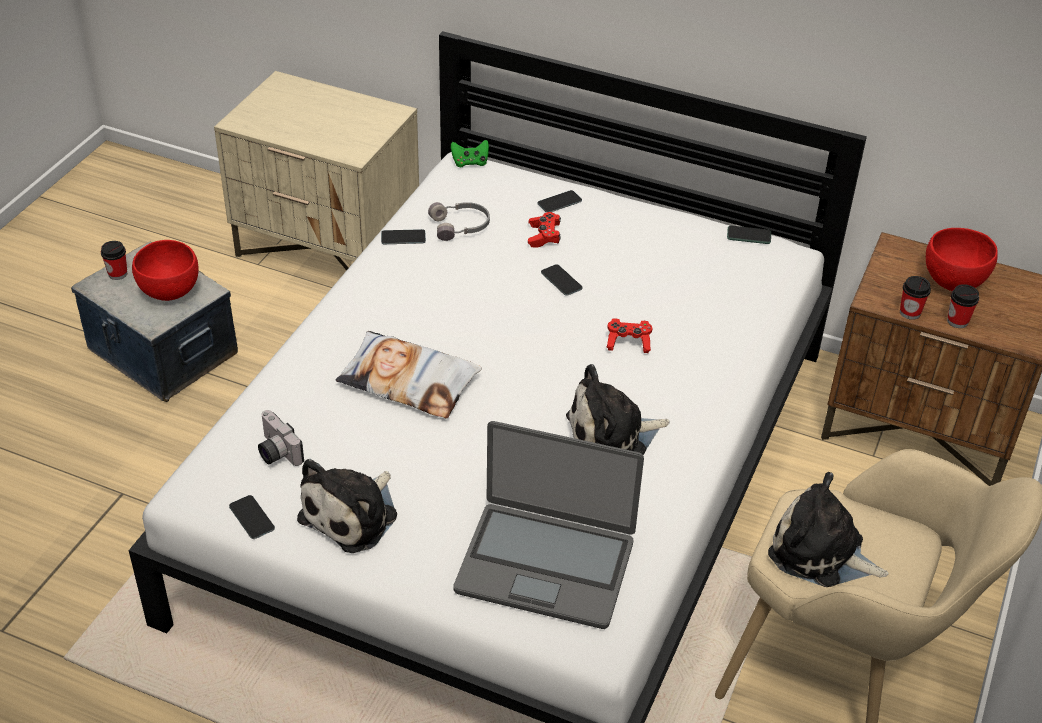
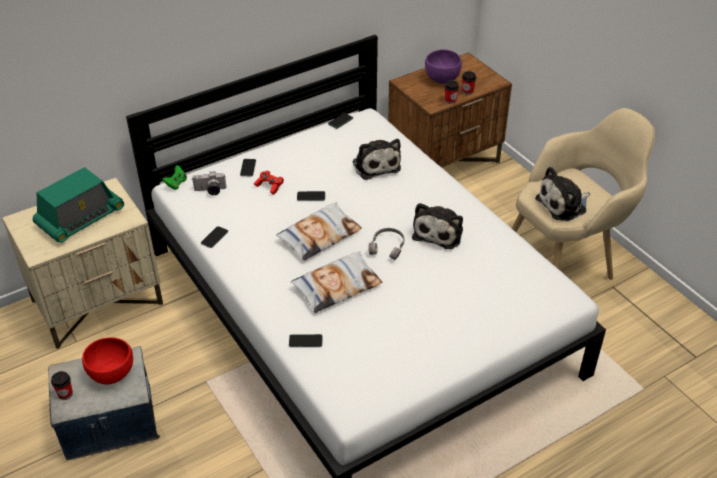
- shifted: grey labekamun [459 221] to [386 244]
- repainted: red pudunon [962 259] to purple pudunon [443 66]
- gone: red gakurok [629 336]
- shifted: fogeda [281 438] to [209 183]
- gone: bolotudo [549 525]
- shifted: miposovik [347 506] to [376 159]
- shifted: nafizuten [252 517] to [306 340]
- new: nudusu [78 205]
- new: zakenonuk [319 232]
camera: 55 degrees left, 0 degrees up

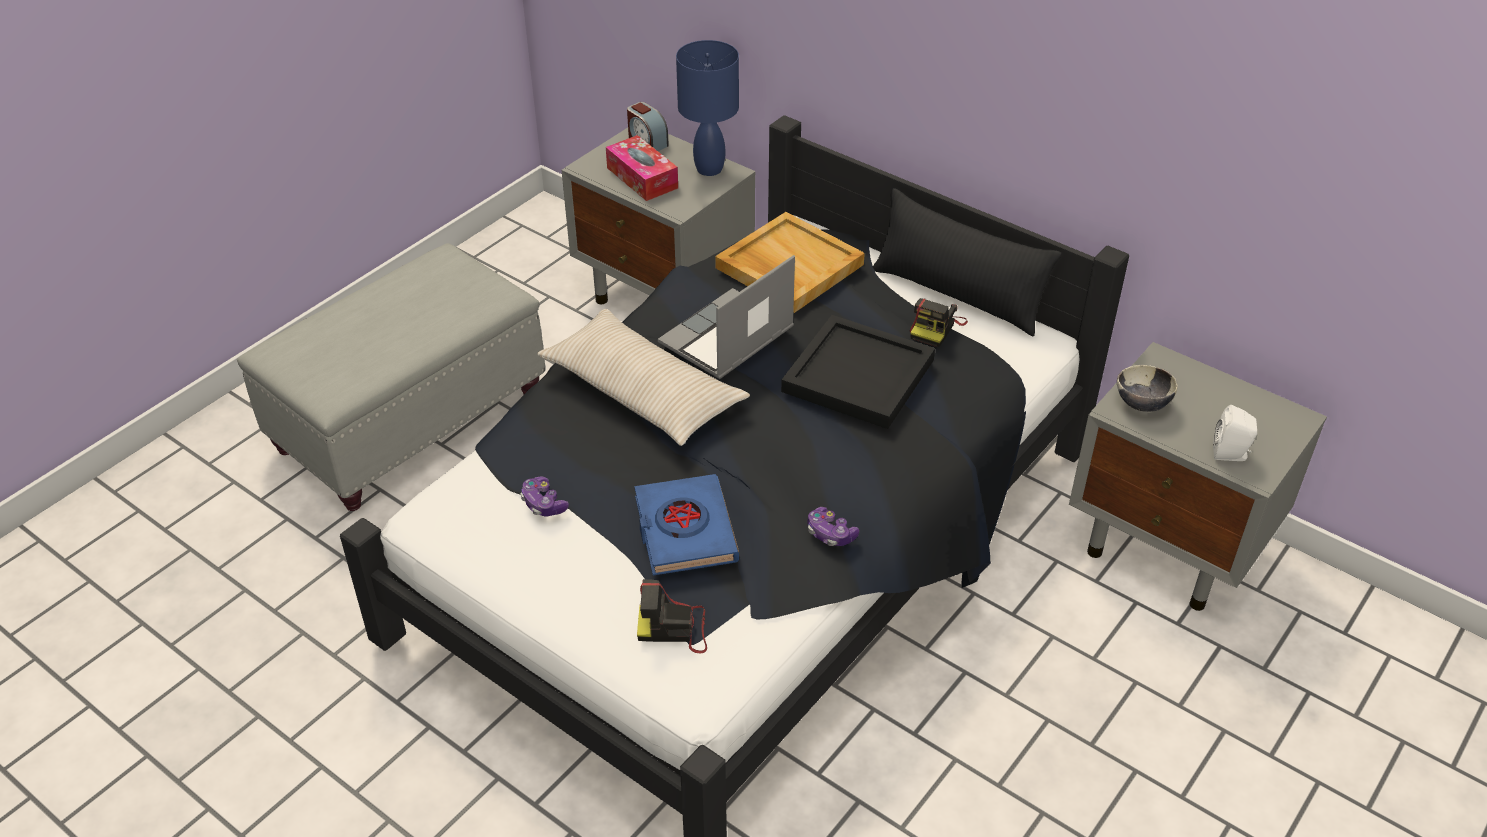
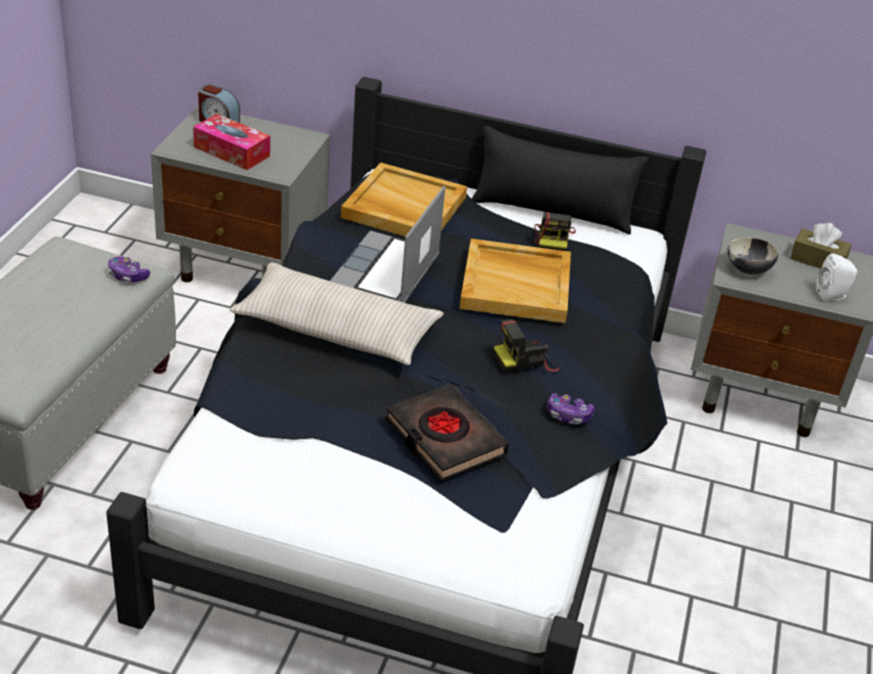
- gone: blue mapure [707 108]
- repainted: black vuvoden [858 372] to beige vuvoden [515 281]
- repainted: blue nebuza [686 524] to black nebuza [447 432]
- shifted: gakurok [544 496] to [129 269]
- shifted: fogeda [672 616] to [526 345]
- new: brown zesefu [821 246]
camera: 25 degrees left, 5 degrees down

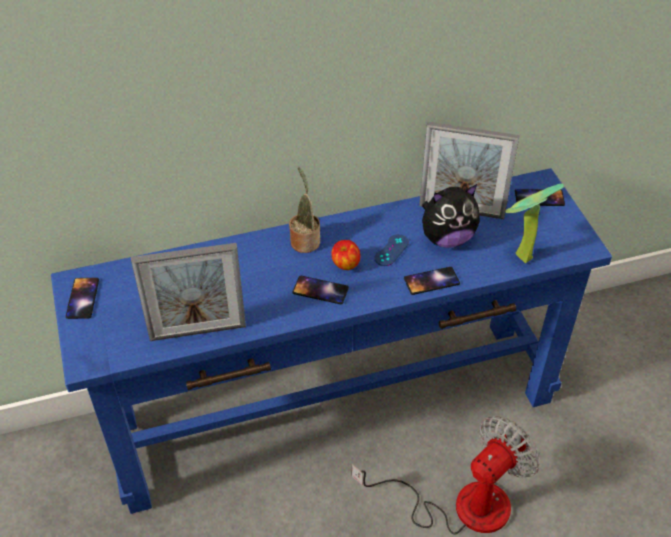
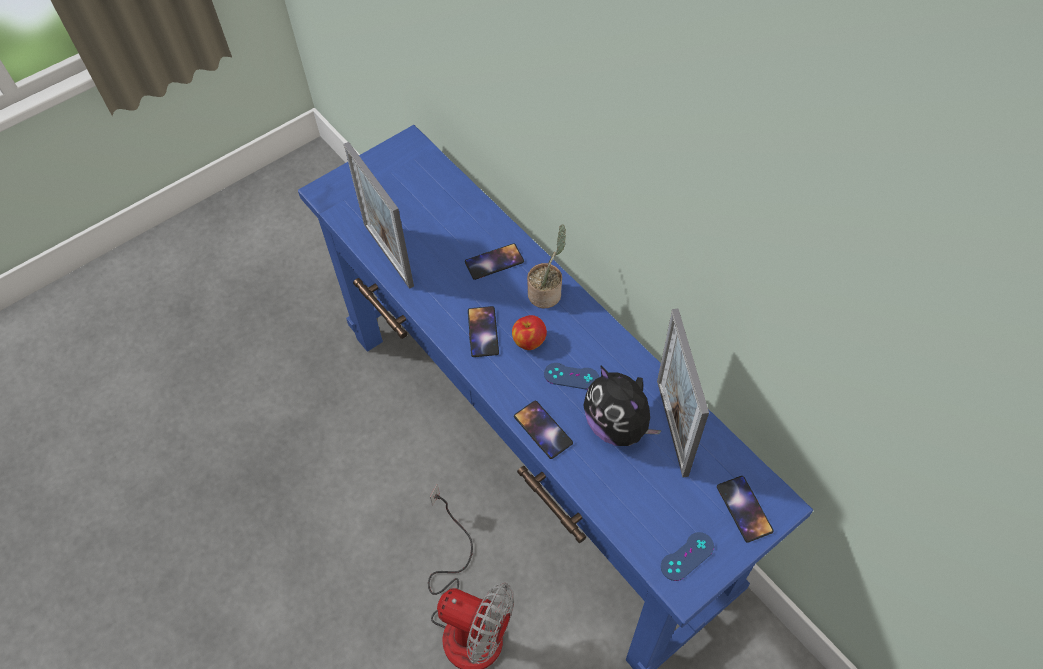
- gone: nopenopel [534 223]
- shifted: nafizuten [82 298] to [494 261]
- new: blue gakurok [687 556]
camera: 70 degrees right, 10 degrees up

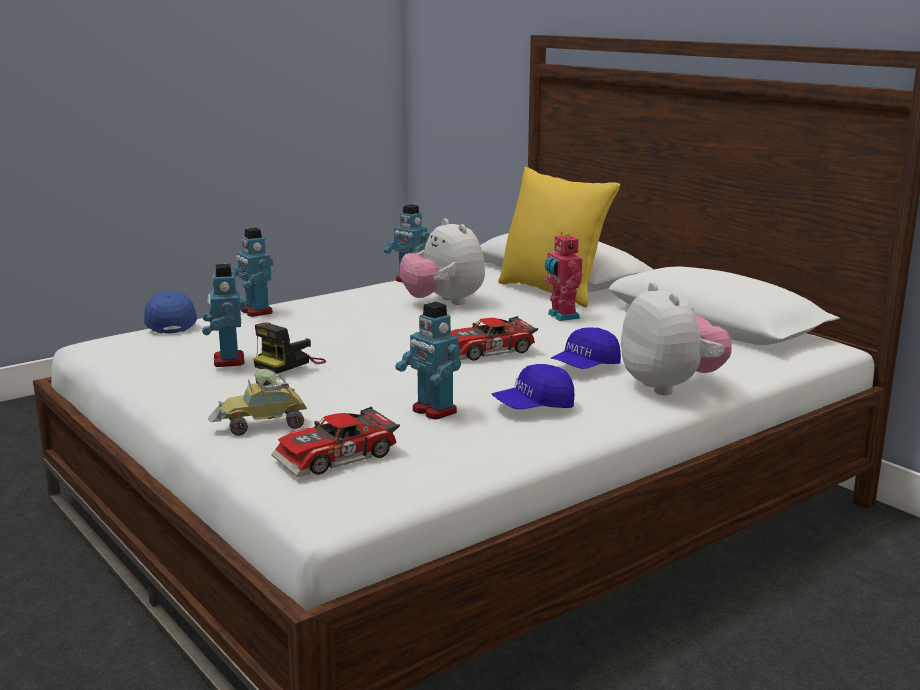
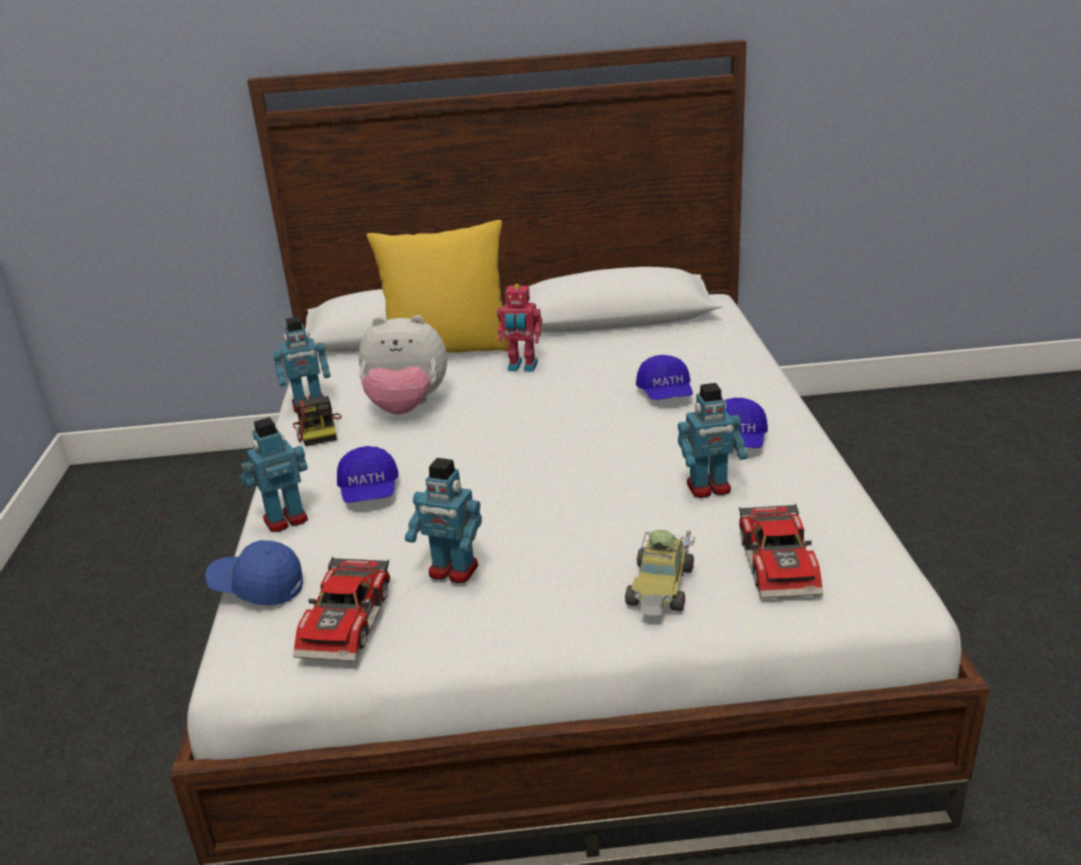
- rotated: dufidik [253 272] = [274 474] 150 degrees clockwise
- gone: miposovik [676 338]
- shifted: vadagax [494 338] to [341 609]
- shifted: fogeda [289 348] to [317 421]
- new: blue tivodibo [368 474]
camera: 55 degrees left, 10 degrees up

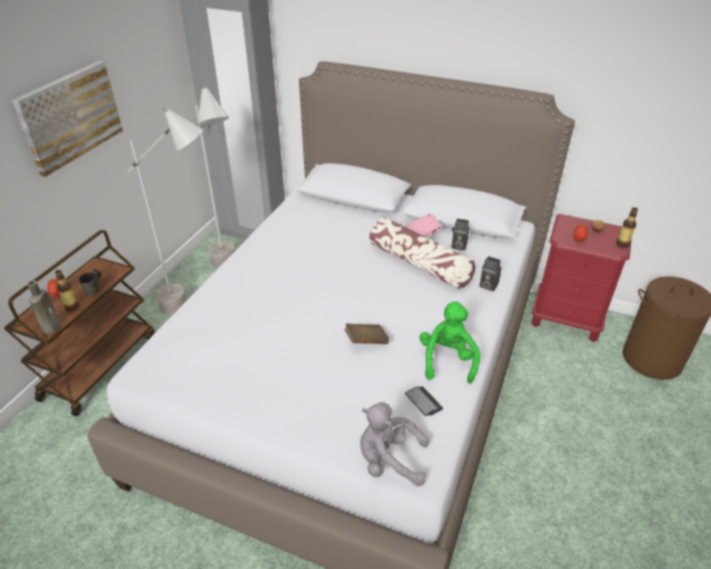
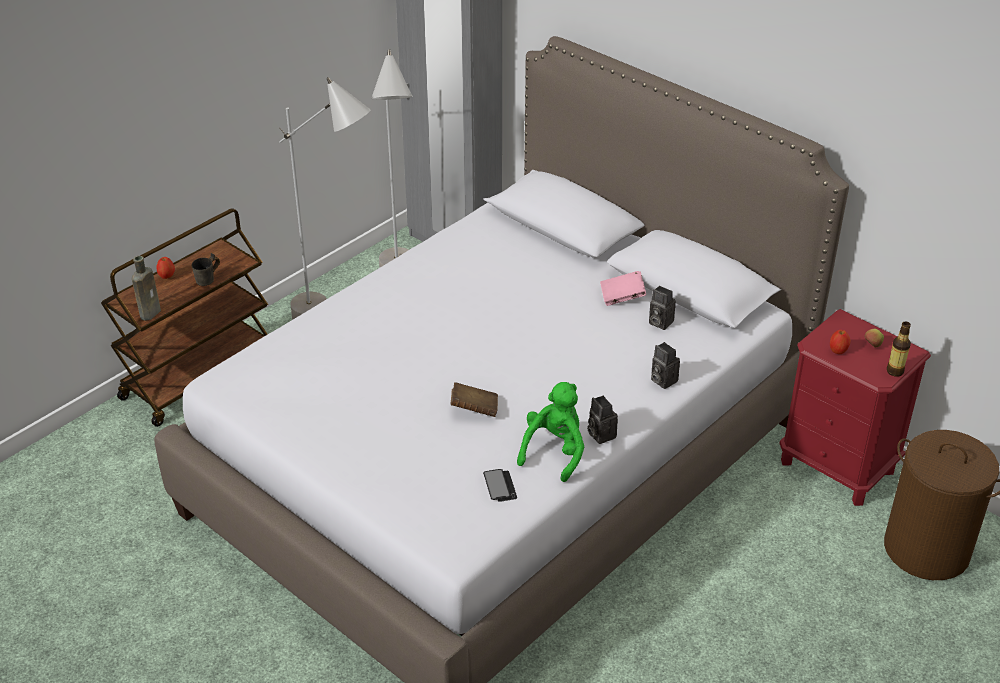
- gone: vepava [67 119]
- gone: zakenonuk [422 253]
- gone: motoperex [67 291]
- gone: grey miposovik [395 444]
- new: fogeda [602 419]
camera: 20 degrees right, 0 degrees up

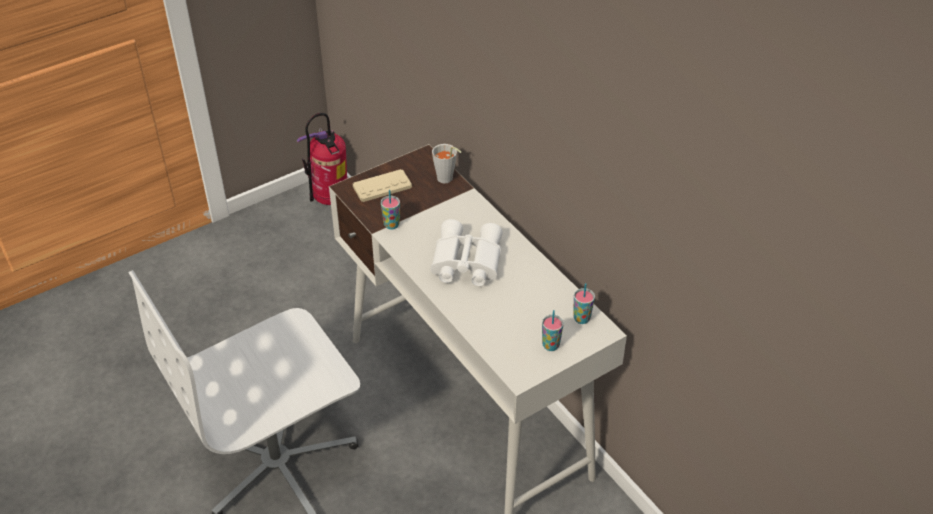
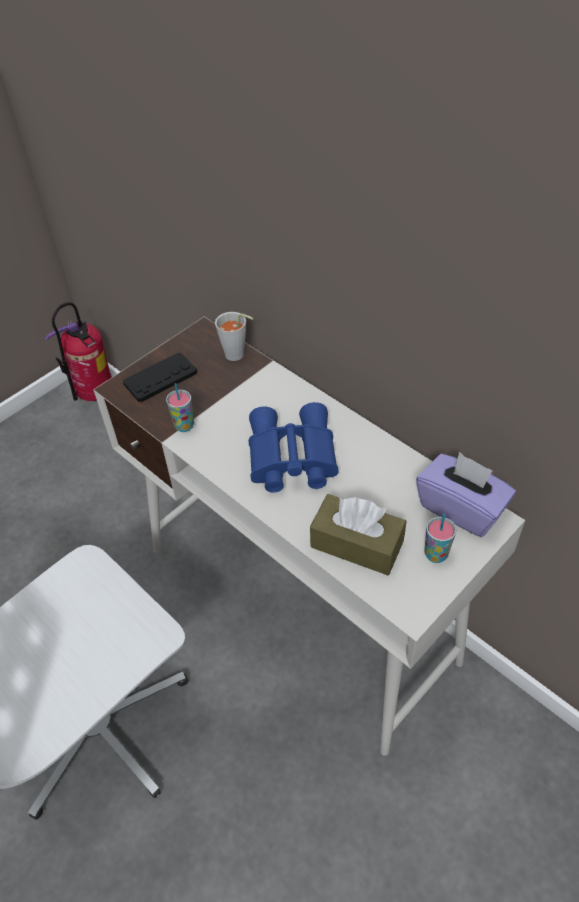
- repainted: beige gakurok [382 185] to black gakurok [160 377]
- repainted: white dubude [466 252] to blue dubude [293 447]
- swapped: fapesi [584 303] to purple zesefu [466 494]
- new: brown zesefu [358 534]
camera: 10 degrees left, 5 degrees up

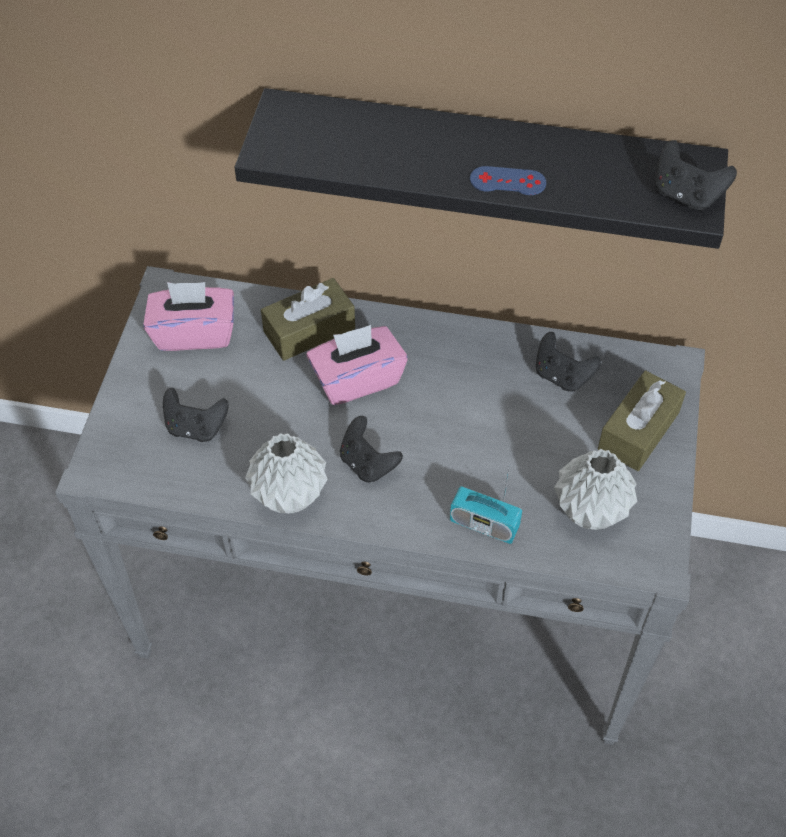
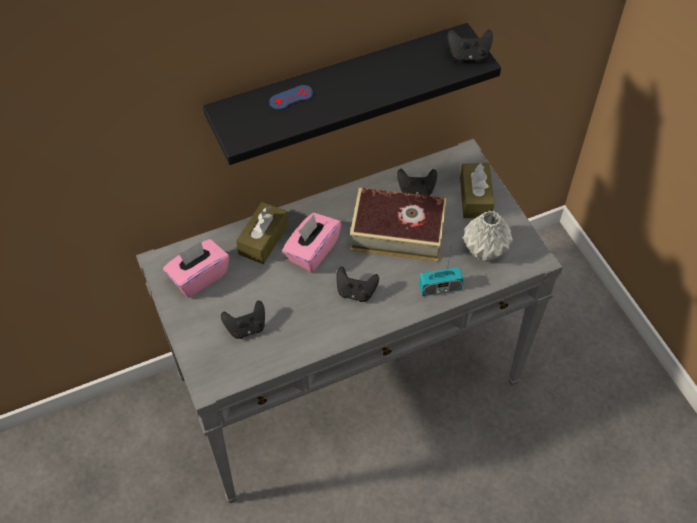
- shifted: blue gakurok [508 180] to [291 97]
- gone: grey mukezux [286 473]
- new: nebuza [398 224]
camera: 35 degrees left, 0 degrees up

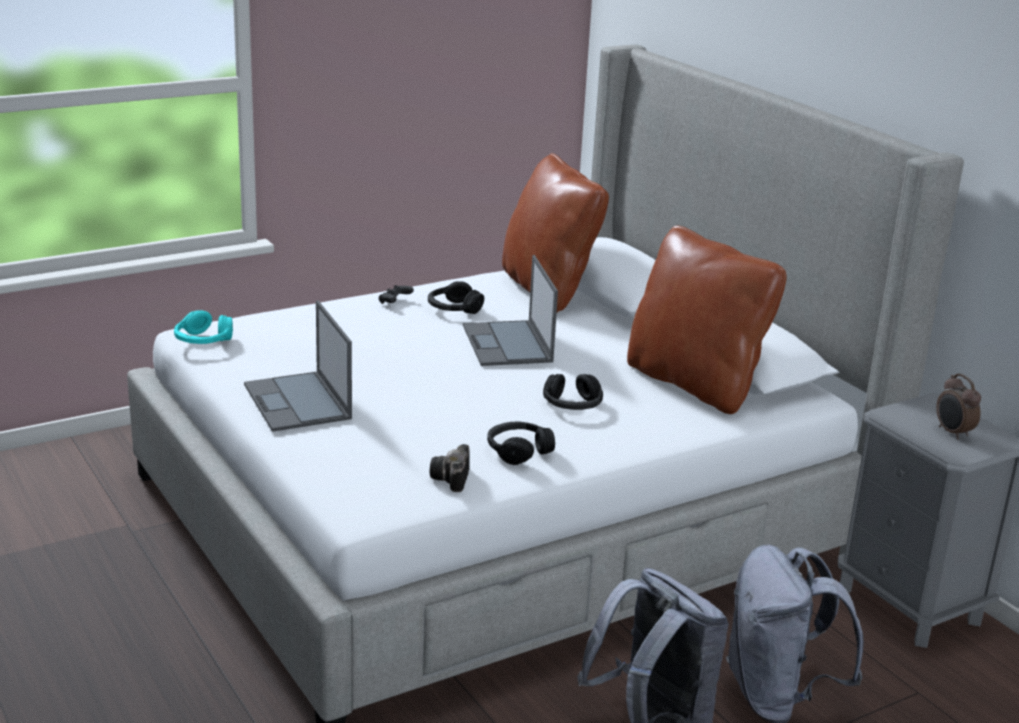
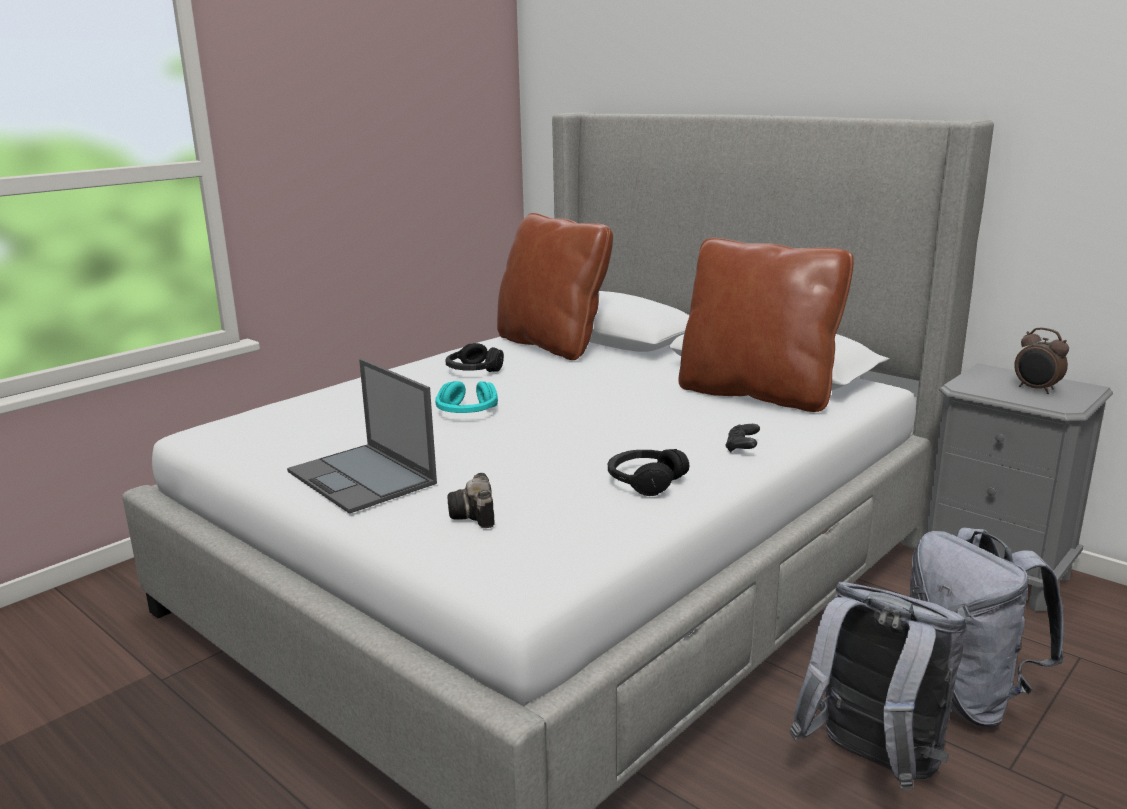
- gone: bolotudo [510 310]
- shifted: black gakurok [396 294] to [742 438]
- shifted: turquoise labekamun [203 327] to [466 397]
- gone: black labekamun [573 392]
- shifted: fogeda [450 468] to [471 500]
camera: 15 degrees left, 5 degrees down

